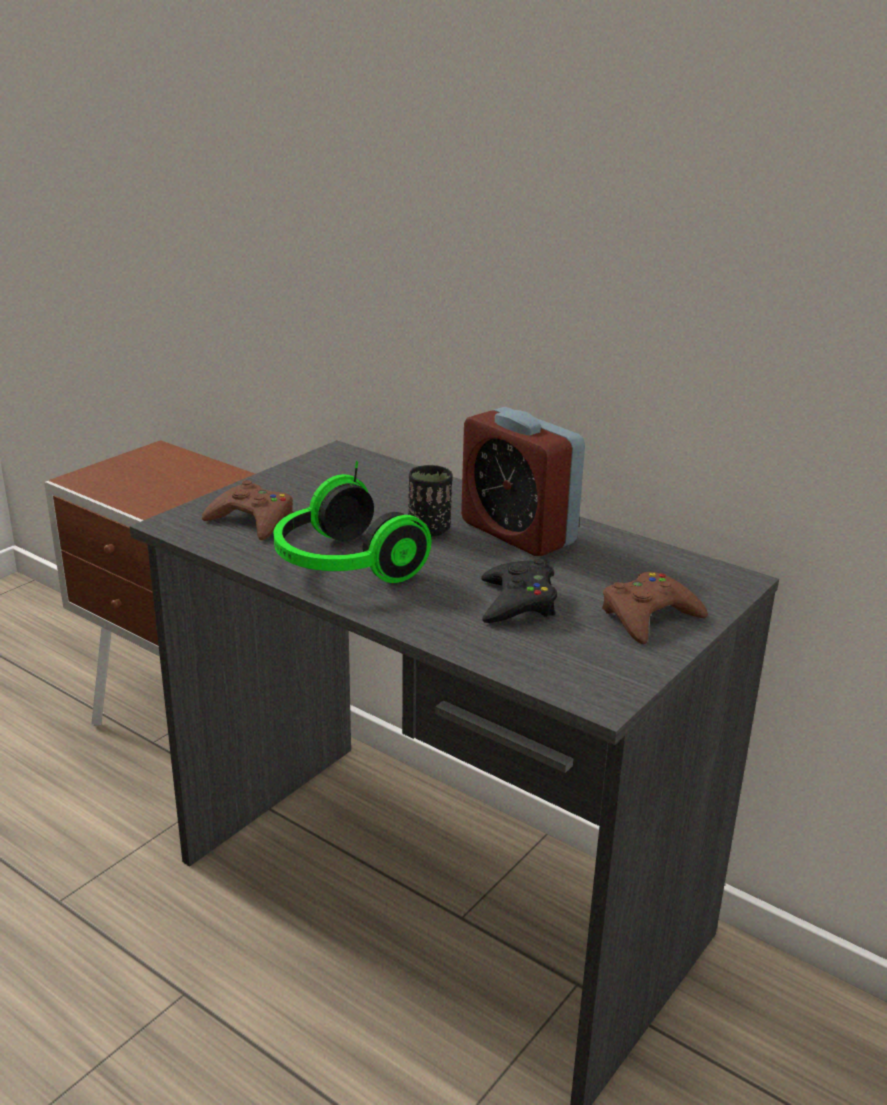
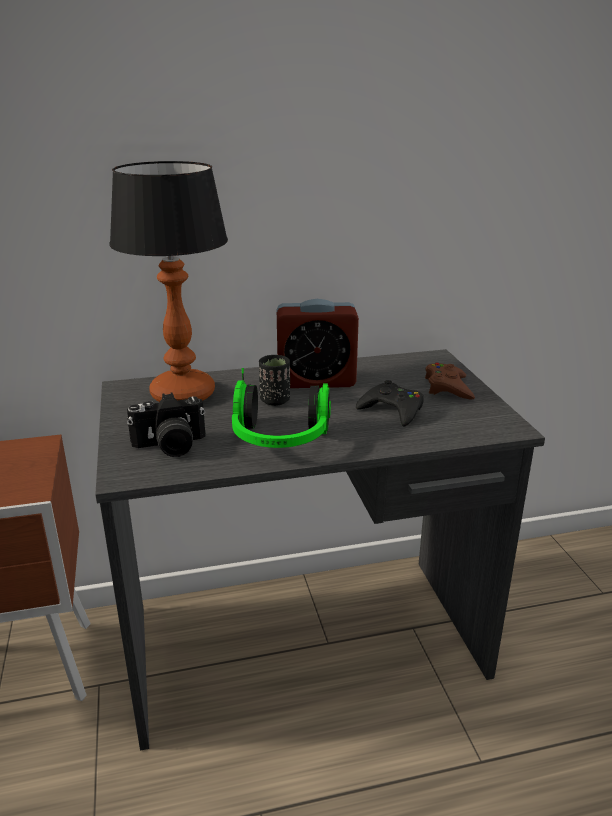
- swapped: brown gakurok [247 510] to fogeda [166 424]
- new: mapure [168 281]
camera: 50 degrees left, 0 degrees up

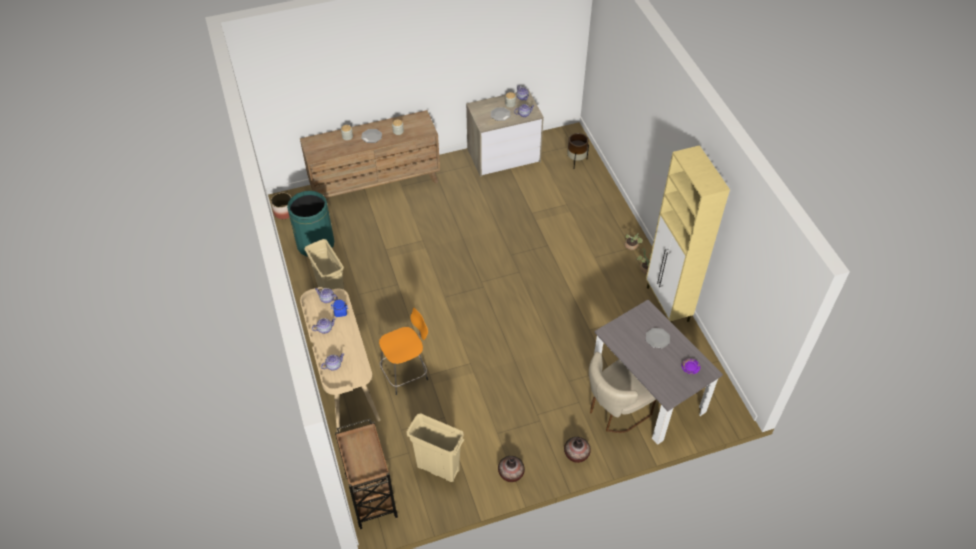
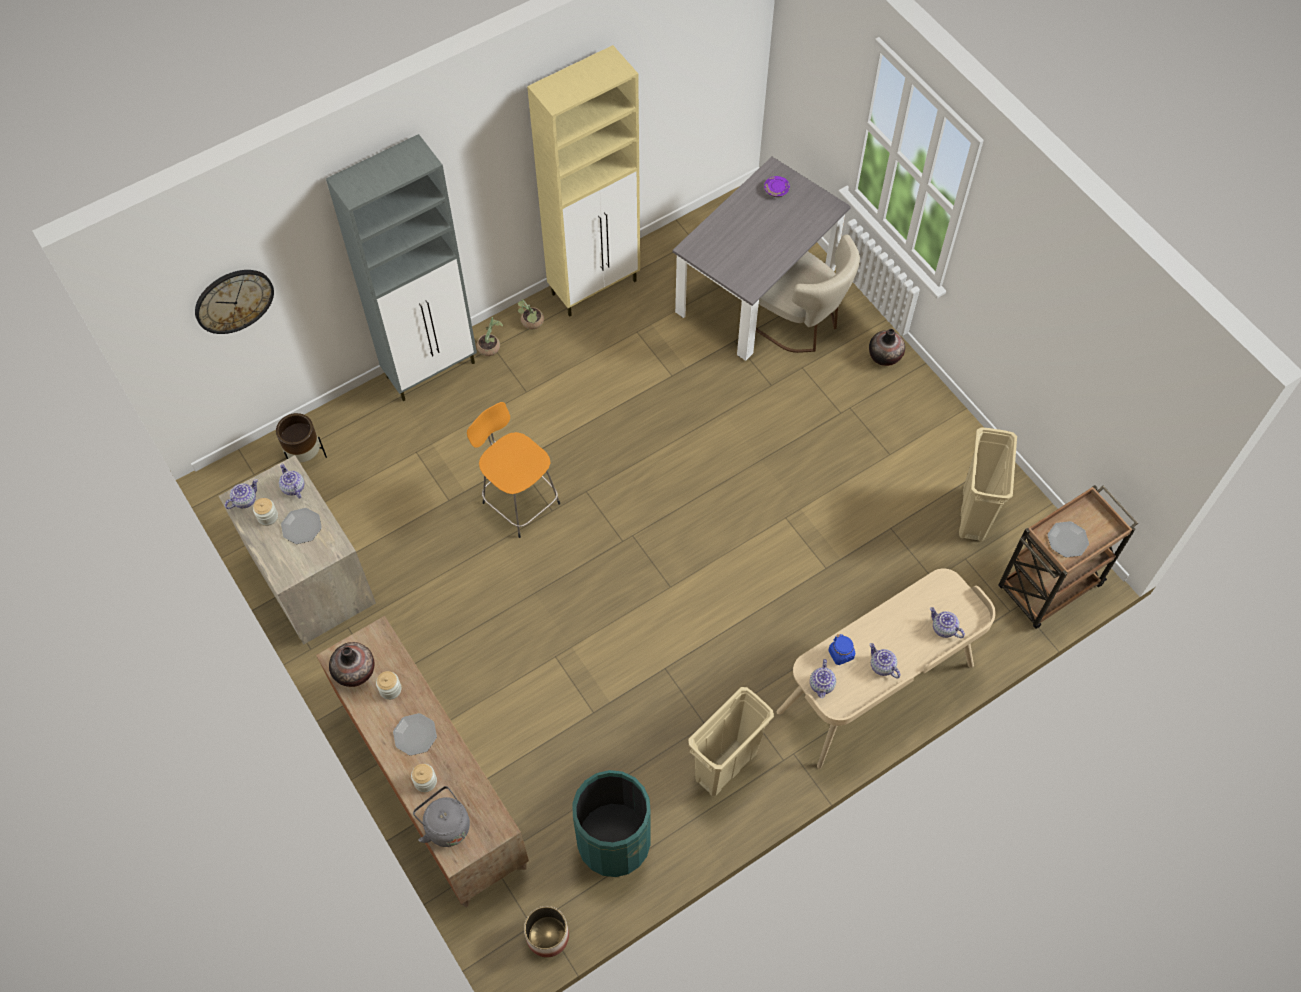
- shifted: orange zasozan [403 351] to [513 470]
- shifted: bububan [658 338] to [1068 539]
- shifted: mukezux [511 469] to [351 664]
- new: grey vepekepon [401 267]
- new: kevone [234 302]
- new: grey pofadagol [441 816]
camera: 105 degrees left, 10 degrees up

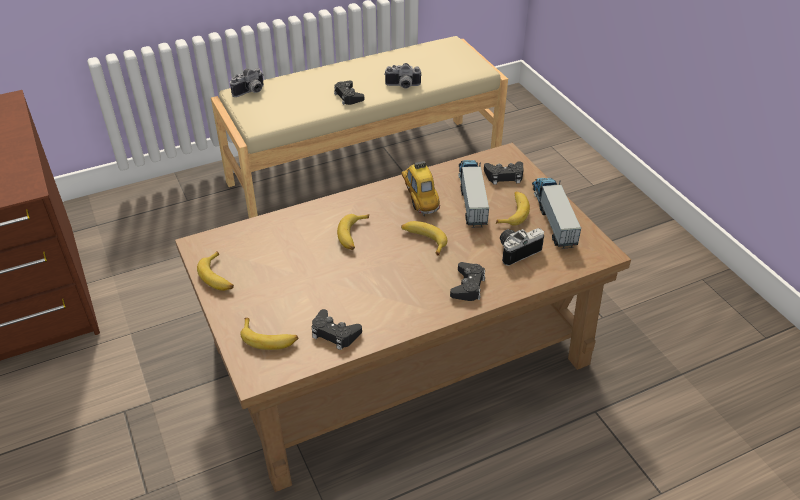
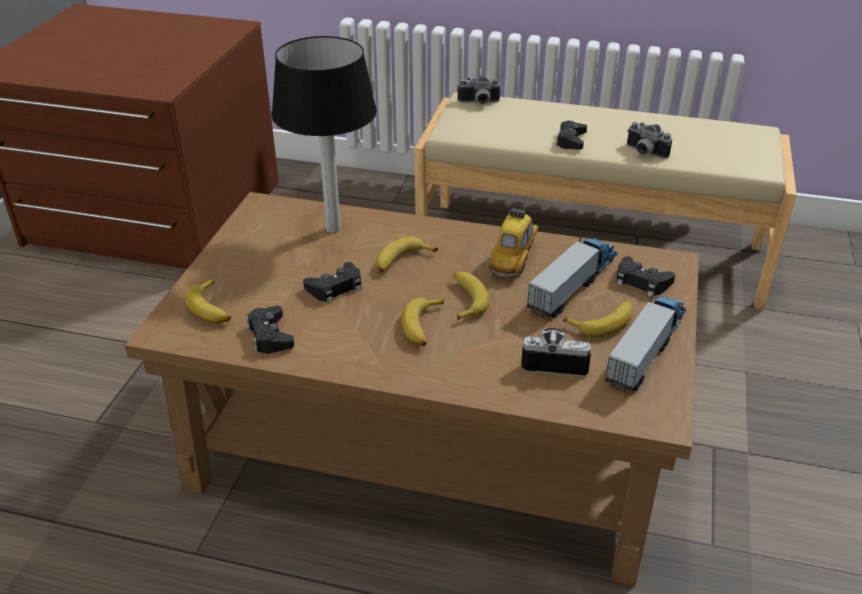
- shifted: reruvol [215 271] to [422 322]
- shifted: black gakurok [467 281] to [332 283]
- new: mapure [324 134]
camera: 40 degrees right, 5 degrees down

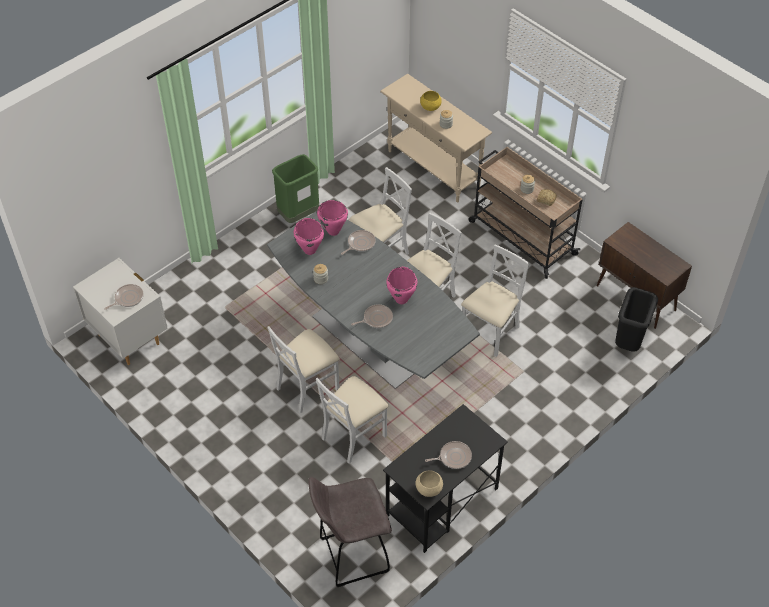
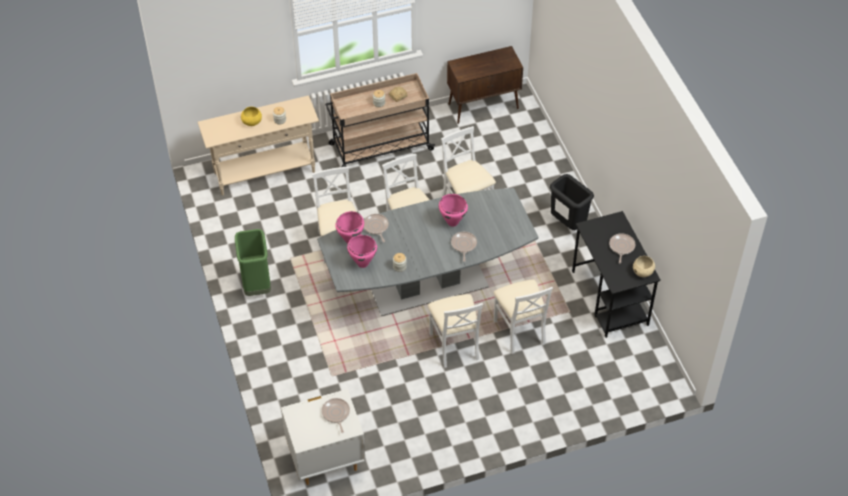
- shifted: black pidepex [636 319] to [572 202]
- gone: grey zasozan [350 532]
camera: 65 degrees left, 0 degrees up

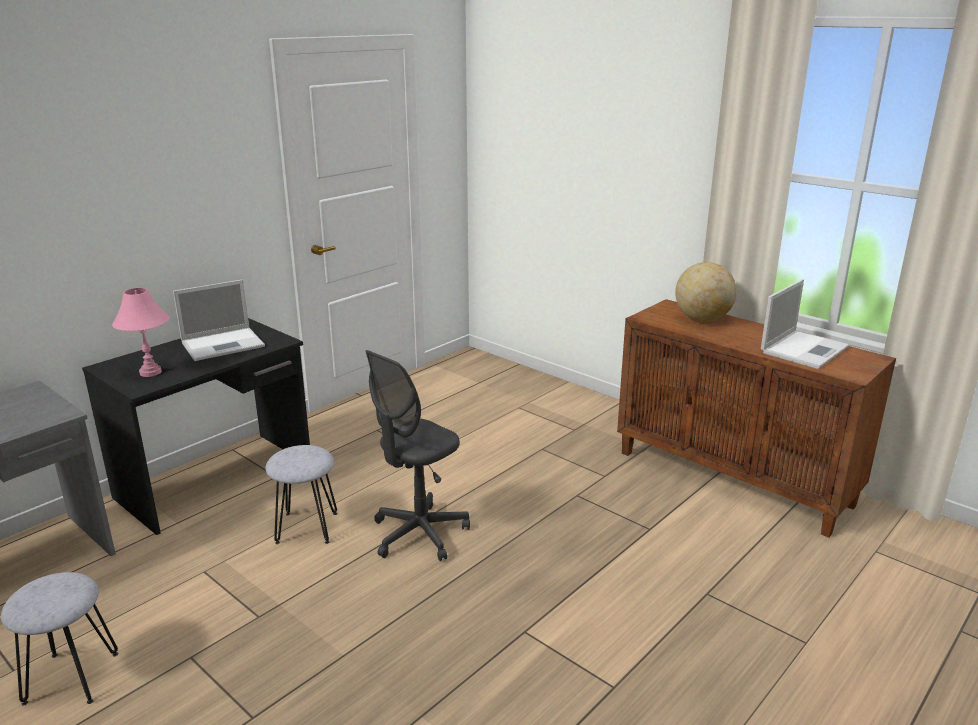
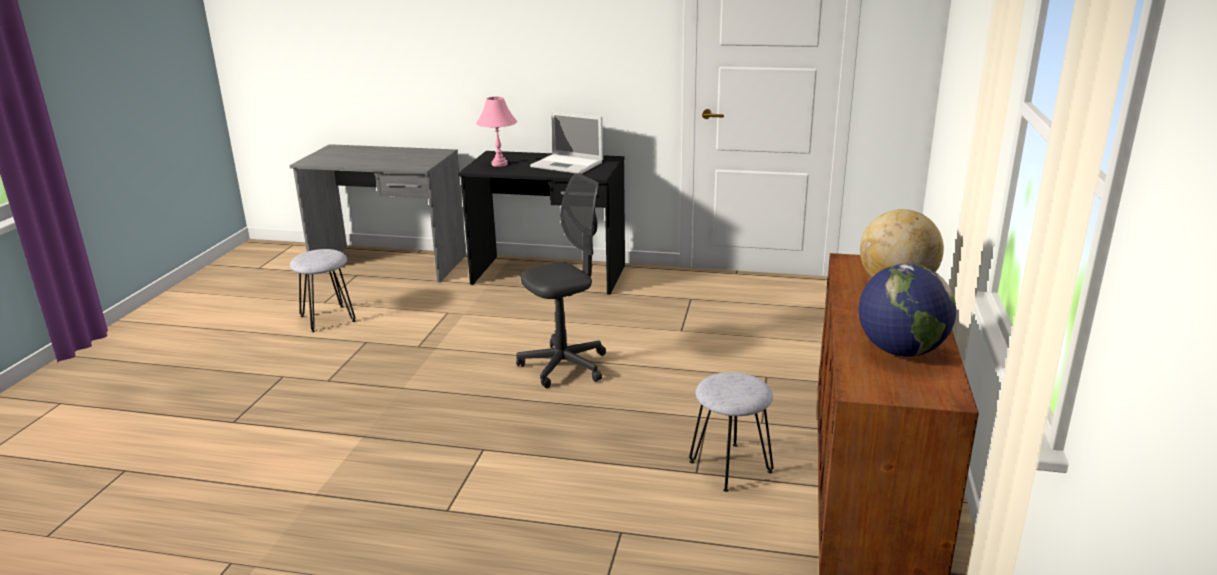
- swapped: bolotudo [805 324] to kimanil [907 310]
- rotated: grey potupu [417 455] = [561 280] 135 degrees clockwise
- shifted: grey zasozan [301 494] to [731 432]
camera: 60 degrees right, 0 degrees up

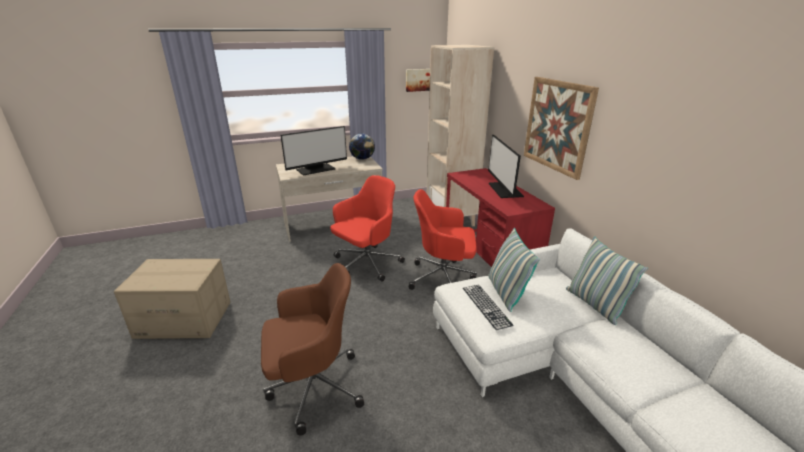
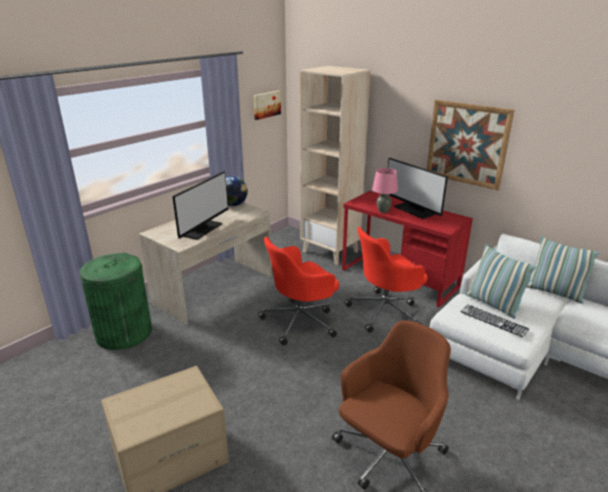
- rotated: red potupu [367 228] = [298 291] 135 degrees counterclockwise
- new: pink mapure [385 190]
- new: green pidepex [116 301]
camera: 30 degrees left, 0 degrees up

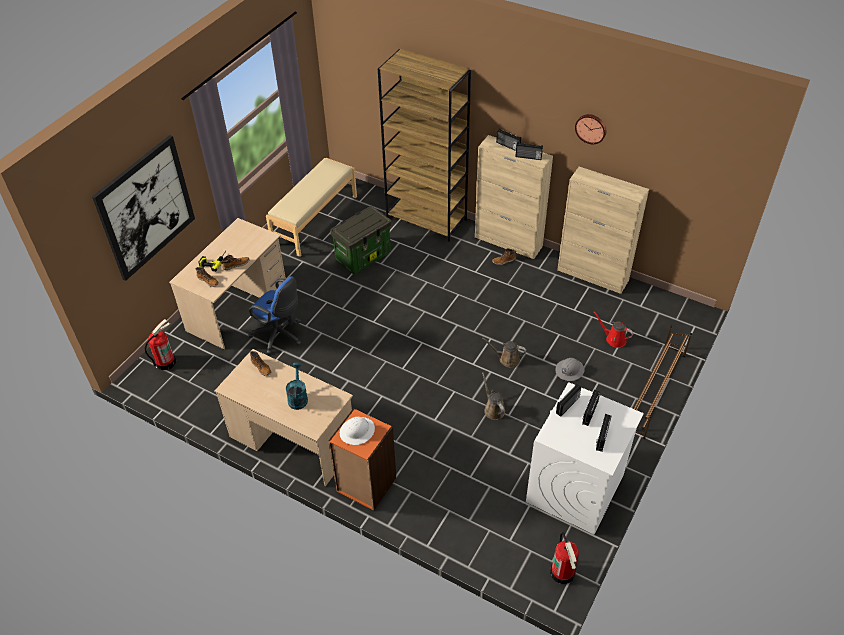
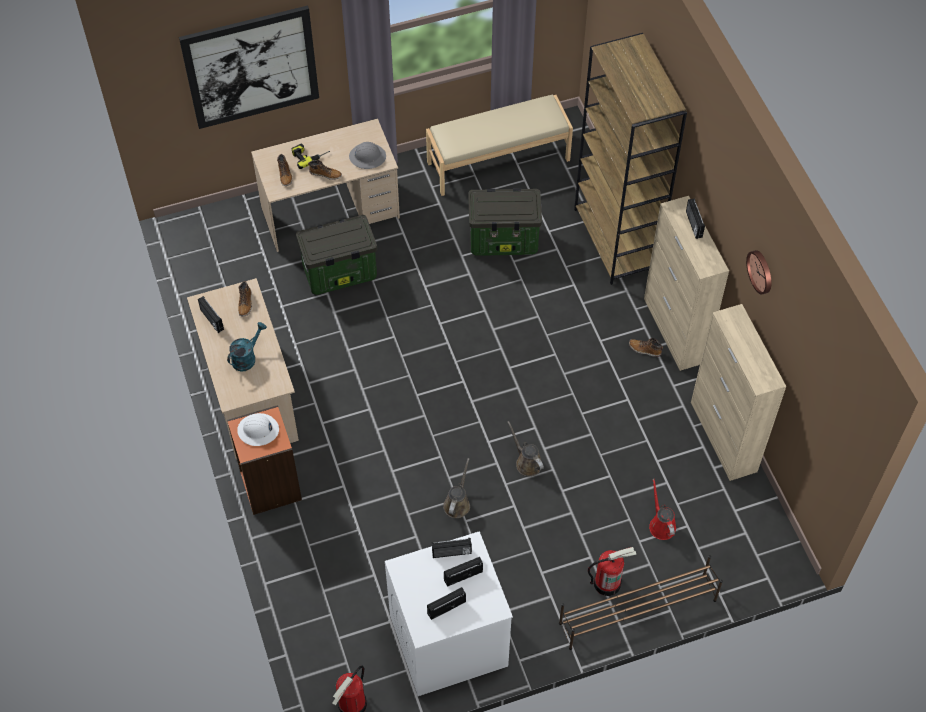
- shifted: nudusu [529 151] to [211 314]
- swapped: blue potupu [275 315] to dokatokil [336 255]
- shifted: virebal [160 344] to [612 571]
- shifted: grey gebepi [570 369] to [367 155]
camera: 40 degrees right, 10 degrees up

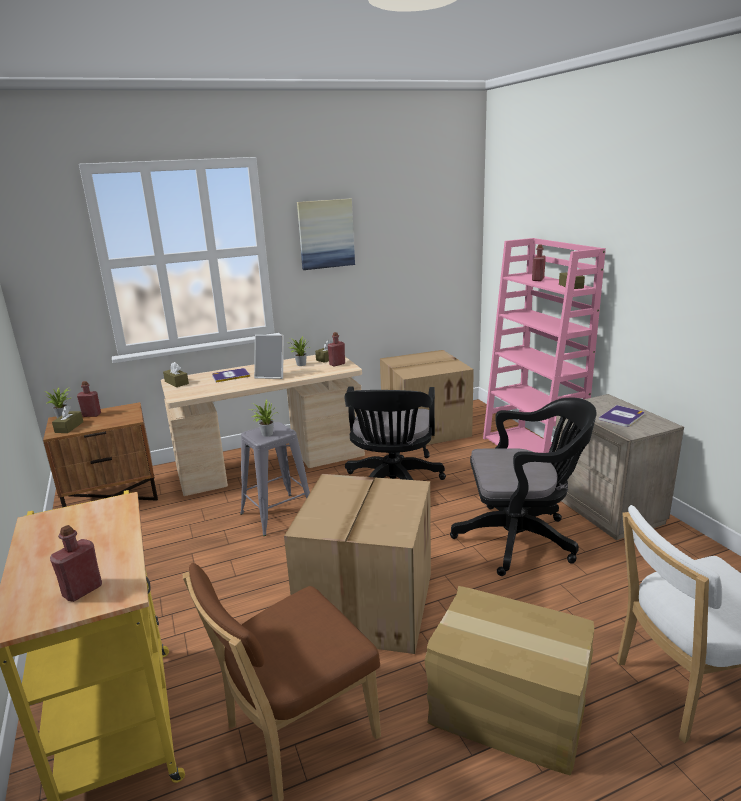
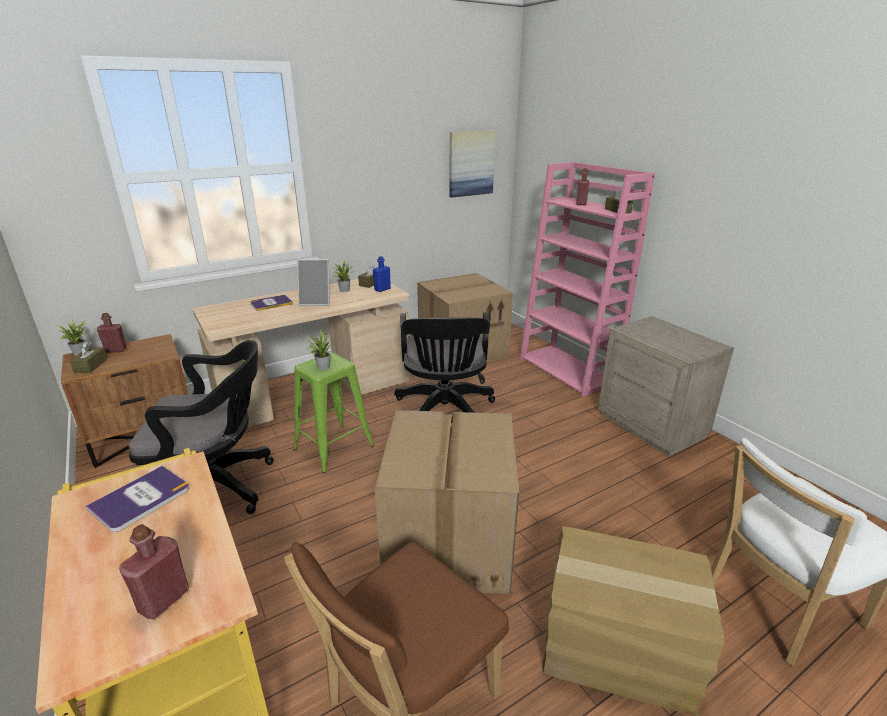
- shifted: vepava [326 234] to [472 164]
- repainted: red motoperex [336 349] to blue motoperex [382 274]
- gone: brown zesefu [176 374]
- shifted: black potupu [523 487] to [201 427]
- shifted: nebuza [621 416] to [137 499]
- repainted: grey zasozan [275 479] to green zasozan [333 413]
camera: 10 degrees left, 5 degrees up

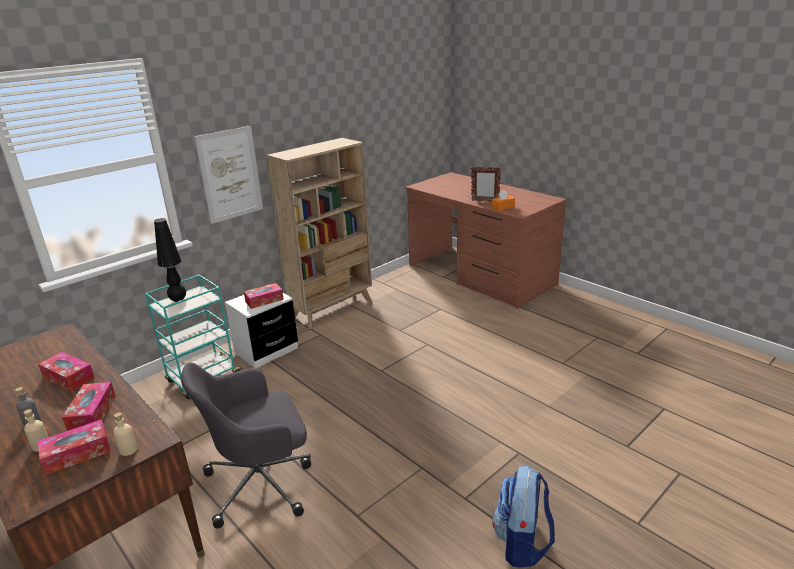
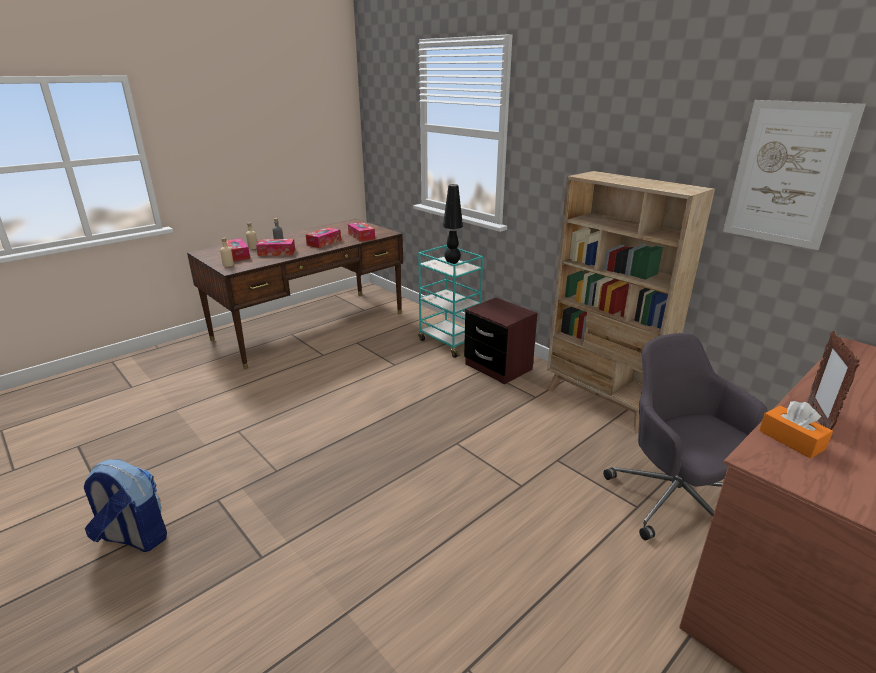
- shifted: vepava [228 175] to [794 175]
- shifted: zesefu [264 296] to [361 232]
- repainted: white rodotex [261 330] to brown rodotex [501 340]
- shifted: grey potupu [246 445] to [685 436]
camera: 90 degrees right, 0 degrees up

